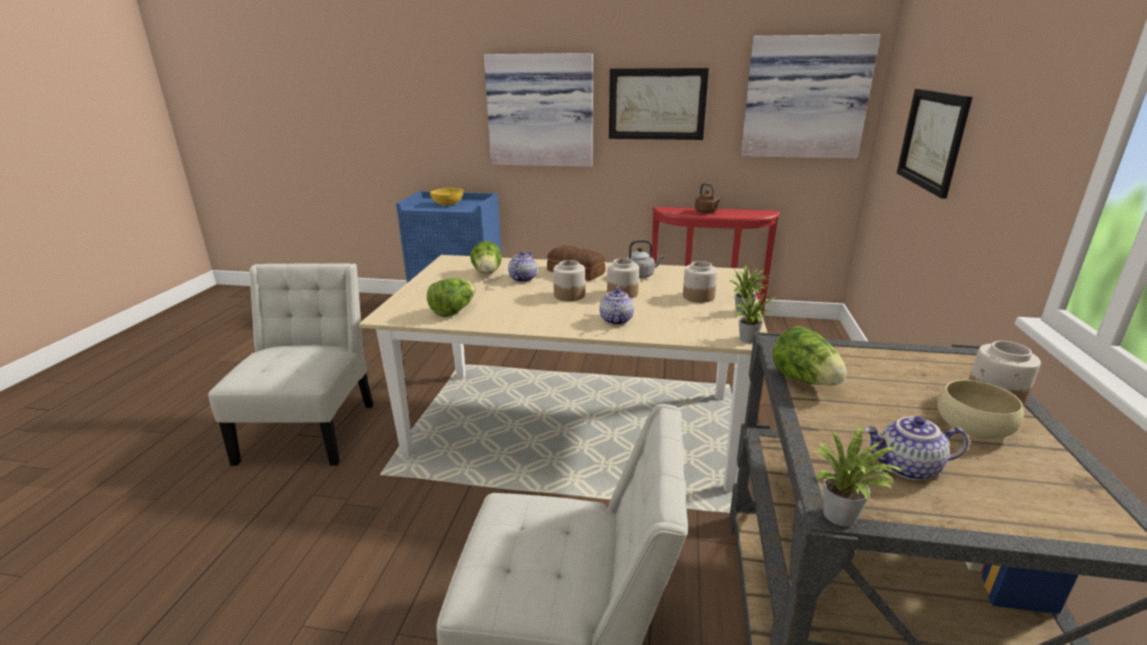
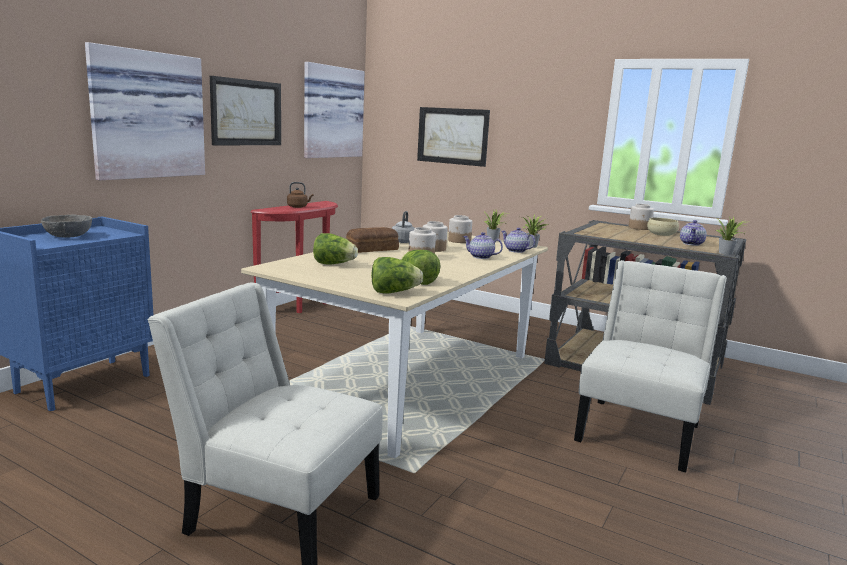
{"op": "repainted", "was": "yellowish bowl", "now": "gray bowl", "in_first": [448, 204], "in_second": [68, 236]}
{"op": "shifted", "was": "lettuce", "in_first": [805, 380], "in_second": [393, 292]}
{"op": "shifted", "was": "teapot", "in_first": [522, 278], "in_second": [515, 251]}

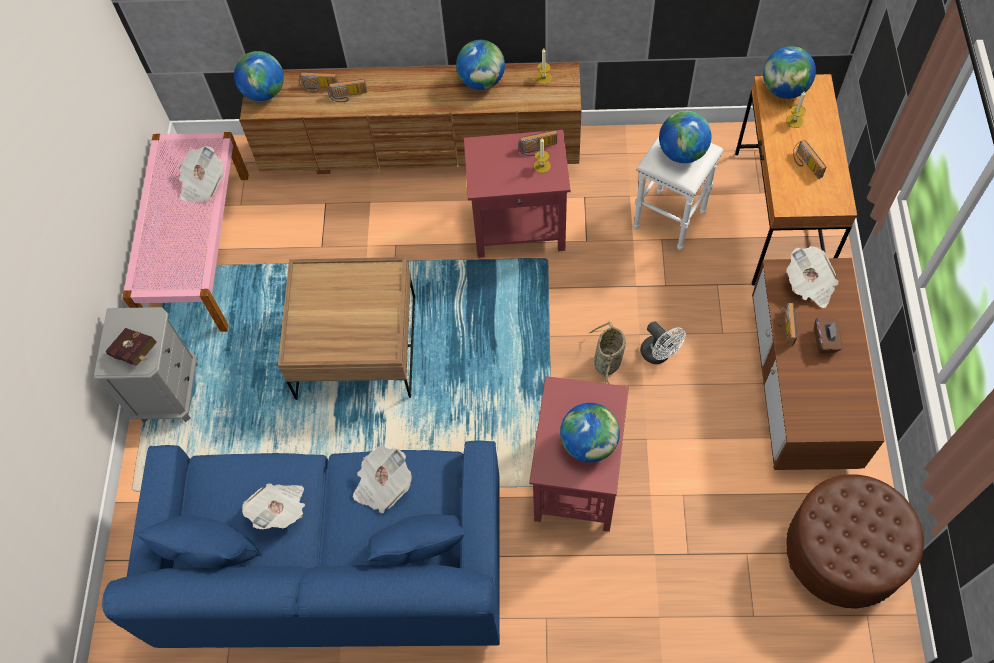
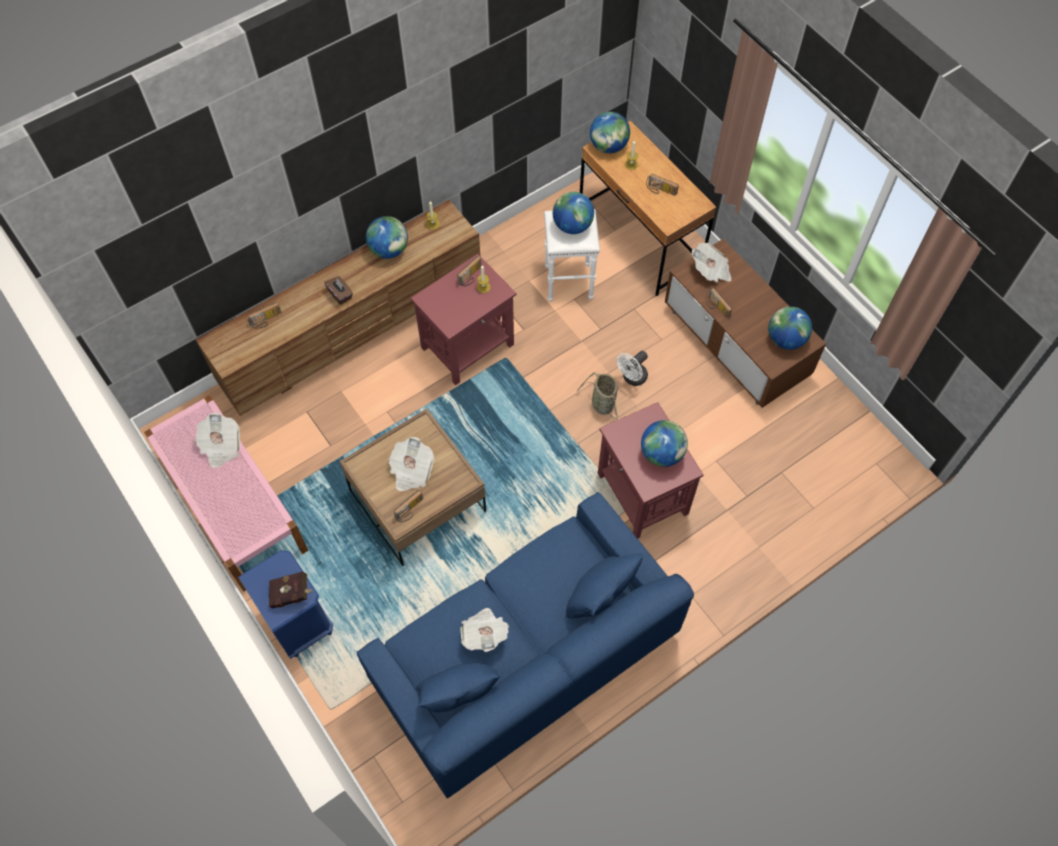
{"op": "repainted", "was": "gray night table", "now": "blue-coloured night table", "in_first": [168, 391], "in_second": [298, 622]}
{"op": "shifted", "was": "brown-coloured tissue holder", "in_first": [825, 341], "in_second": [340, 294]}
{"op": "shifted", "was": "printed paper", "in_first": [382, 485], "in_second": [411, 471]}
{"op": "shifted", "was": "radio set", "in_first": [348, 96], "in_second": [410, 510]}
{"op": "rotated", "was": "whitish fan", "in_first": [659, 354], "in_second": [632, 378], "clockwise": 120}
{"op": "shifted", "was": "globe", "in_first": [264, 92], "in_second": [785, 339]}
{"op": "gone", "was": "brown-coloured pouffe", "in_first": [841, 555]}

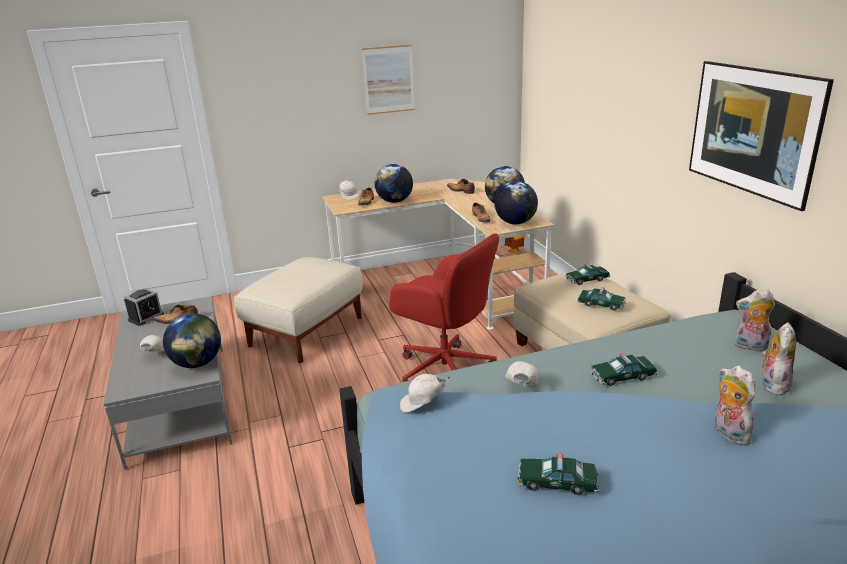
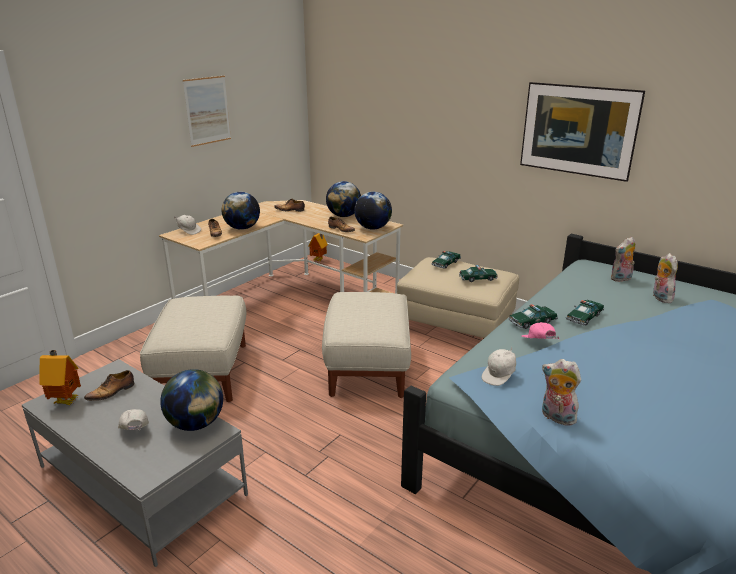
{"op": "swapped", "was": "bedside clock", "now": "miniature house", "in_first": [146, 317], "in_second": [66, 400]}
{"op": "swapped", "was": "reddish office chair", "now": "sand-coloured pouffe", "in_first": [444, 371], "in_second": [367, 367]}
{"op": "shifted", "was": "toy car", "in_first": [557, 482], "in_second": [532, 322]}
{"op": "repainted", "was": "whitish baseball cap", "now": "pink baseball cap", "in_first": [521, 387], "in_second": [538, 343]}
{"op": "shifted", "was": "soft toy", "in_first": [728, 433], "in_second": [556, 417]}

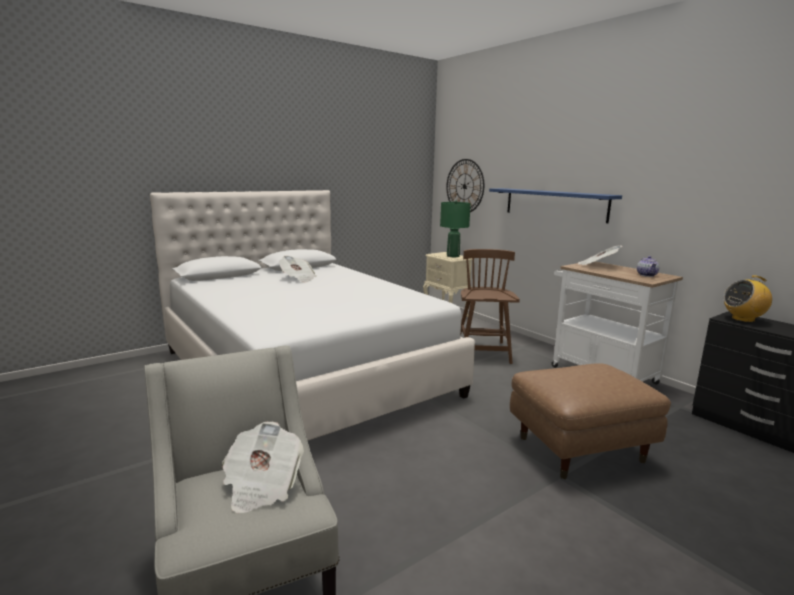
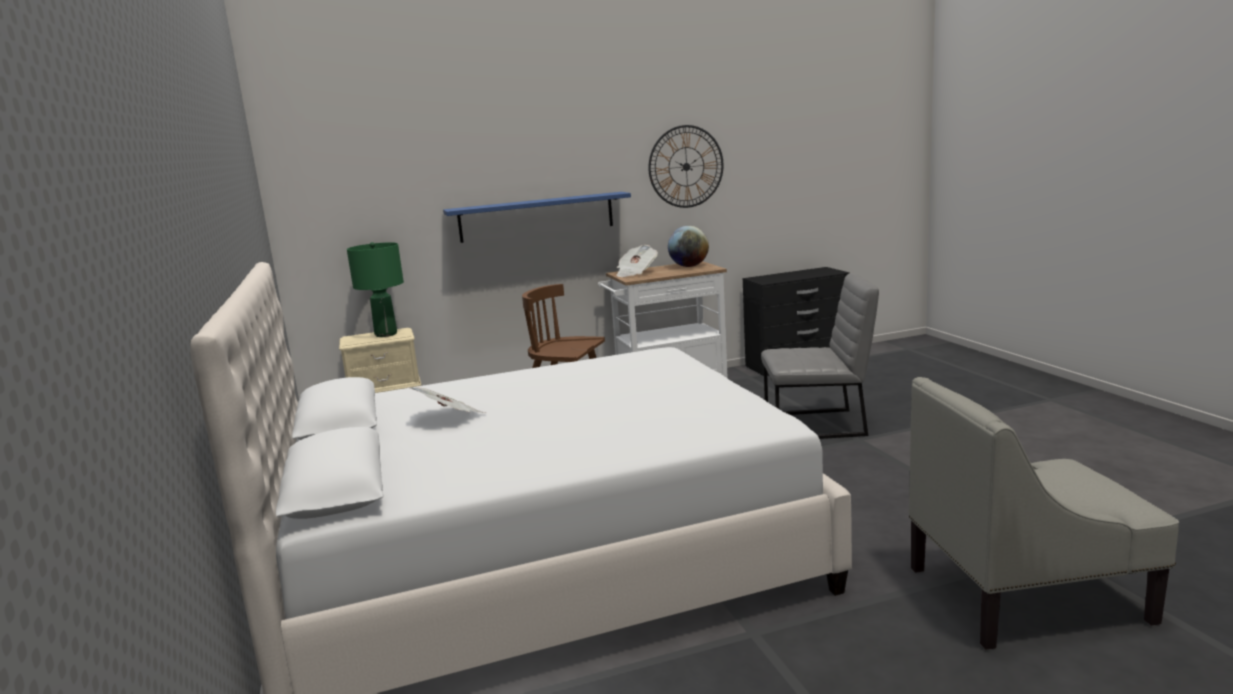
{"op": "shifted", "was": "clock on the wall", "in_first": [464, 186], "in_second": [686, 166]}
{"op": "swapped", "was": "teapot", "now": "globe", "in_first": [646, 275], "in_second": [689, 266]}
{"op": "swapped", "was": "brown-coloured pouffe", "now": "gray chair", "in_first": [578, 450], "in_second": [818, 425]}
{"op": "gone", "was": "printed paper", "in_first": [262, 485]}
{"op": "gone", "was": "radio set", "in_first": [743, 319]}

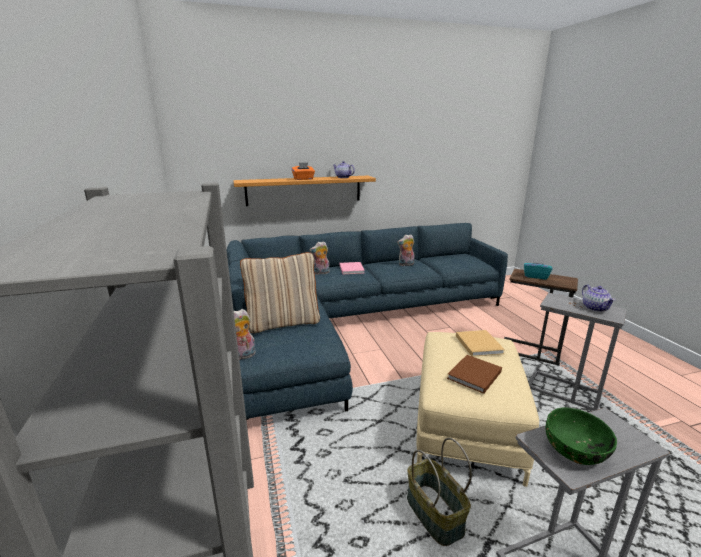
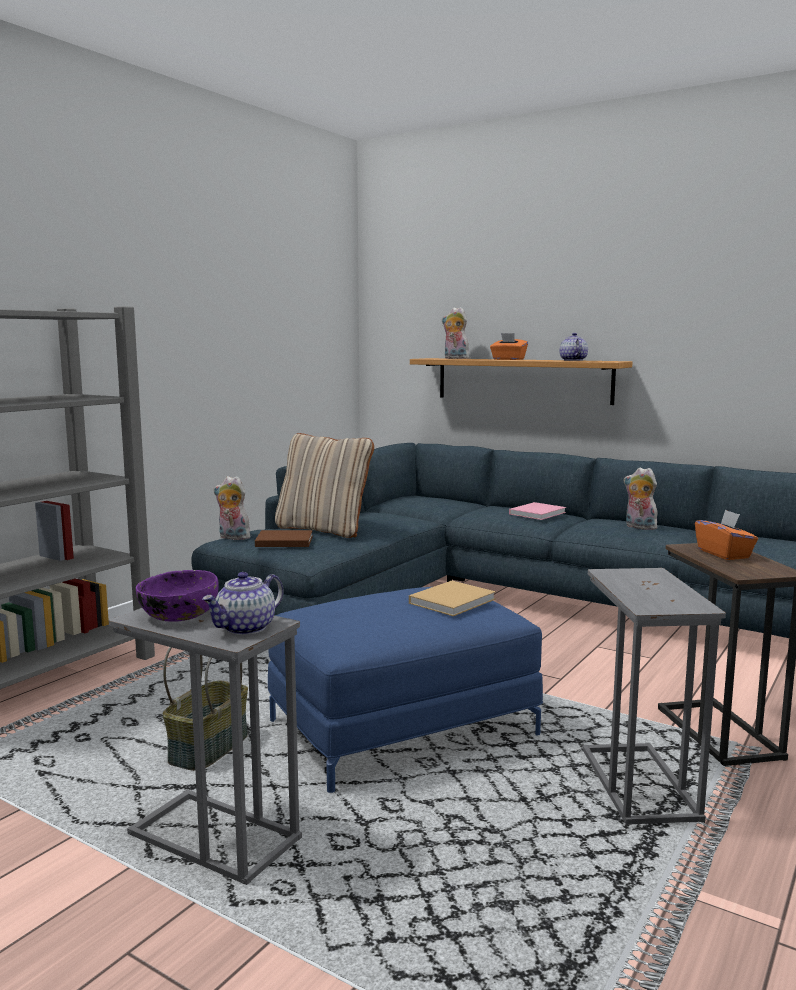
{"op": "repainted", "was": "greenish bowl", "now": "purple bowl", "in_first": [575, 450], "in_second": [178, 615]}
{"op": "shifted", "was": "teapot", "in_first": [595, 308], "in_second": [245, 628]}
{"op": "shifted", "was": "brown-coloured book", "in_first": [473, 376], "in_second": [282, 541]}
{"op": "repainted", "was": "sand-coloured pouffe", "now": "blue-coloured pouffe", "in_first": [465, 424], "in_second": [402, 727]}
{"op": "shifted", "was": "soft toy", "in_first": [321, 273], "in_second": [454, 358]}
{"op": "repainted", "was": "turquoise tissue holder", "now": "orangey tissue holder", "in_first": [535, 276], "in_second": [724, 554]}

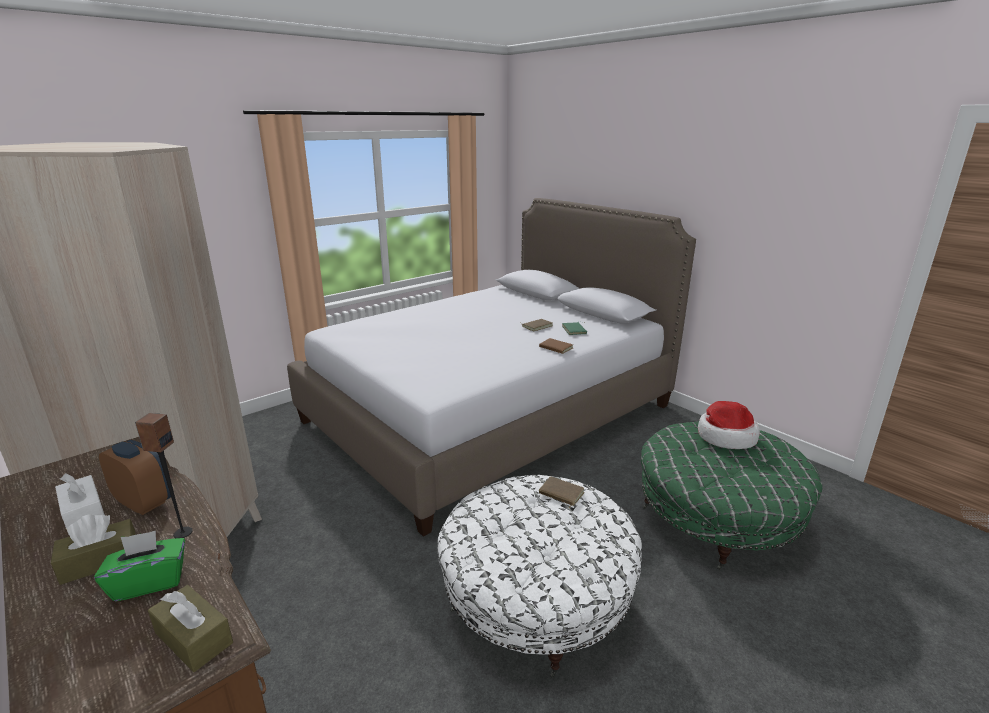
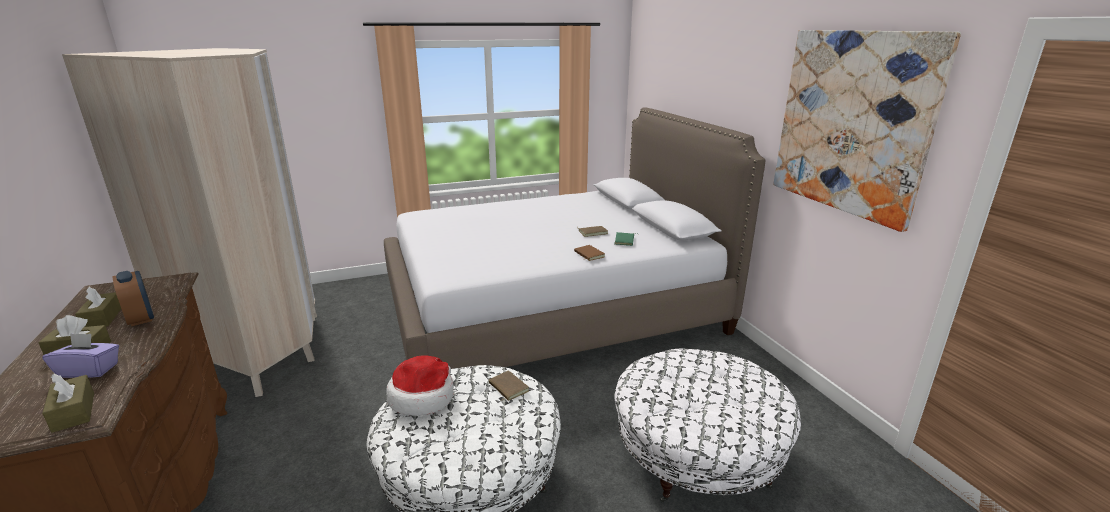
{"op": "repainted", "was": "greenish tissue holder", "now": "purple tissue holder", "in_first": [150, 581], "in_second": [90, 370]}
{"op": "repainted", "was": "whitish tissue holder", "now": "brown-coloured tissue holder", "in_first": [84, 514], "in_second": [102, 318]}
{"op": "shifted", "was": "hat", "in_first": [725, 436], "in_second": [423, 397]}
{"op": "repainted", "was": "greenish pouffe", "now": "whitish pouffe", "in_first": [716, 520], "in_second": [697, 455]}
{"op": "new", "now": "picture", "in_second": [851, 123]}
{"op": "gone", "was": "loudspeaker", "in_first": [182, 532]}

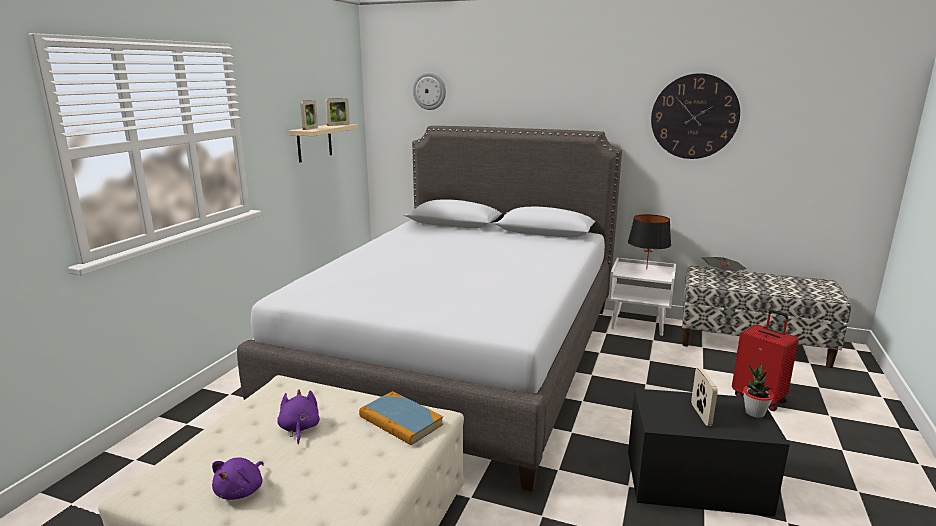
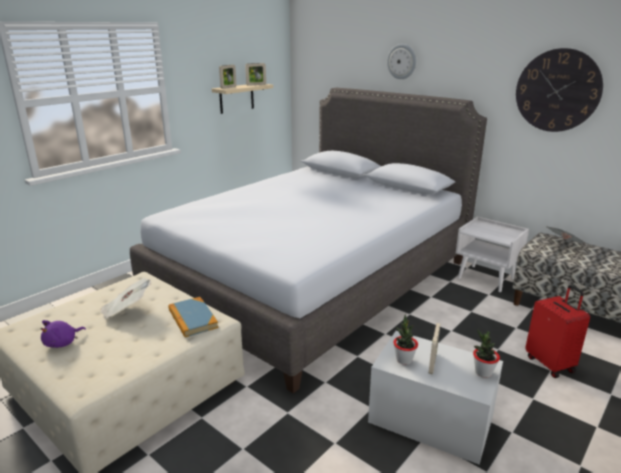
{"op": "swapped", "was": "purple soft toy", "now": "printed paper", "in_first": [299, 428], "in_second": [126, 310]}
{"op": "repainted", "was": "blackish storage container", "now": "whitish storage container", "in_first": [695, 482], "in_second": [430, 419]}
{"op": "shifted", "was": "clock on the wall", "in_first": [429, 91], "in_second": [401, 61]}
{"op": "new", "now": "potted plant", "in_second": [404, 360]}
{"op": "gone", "was": "blackish lamp for a table", "in_first": [646, 269]}

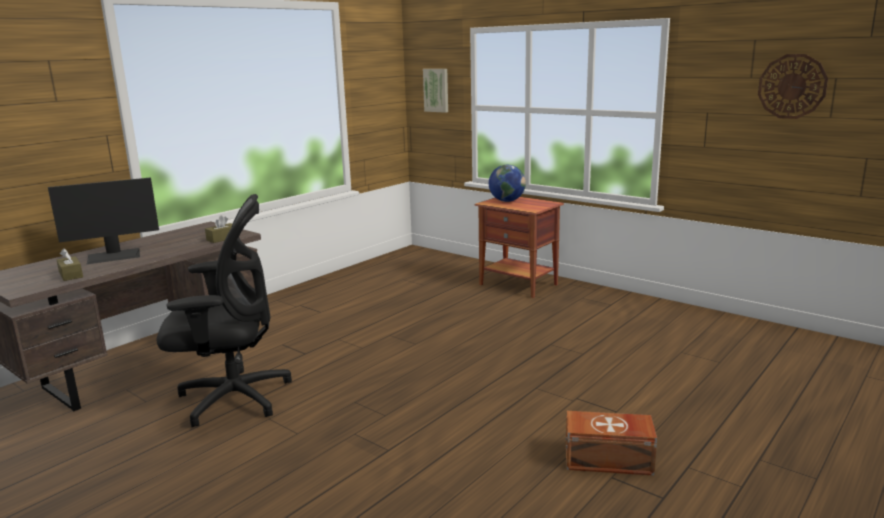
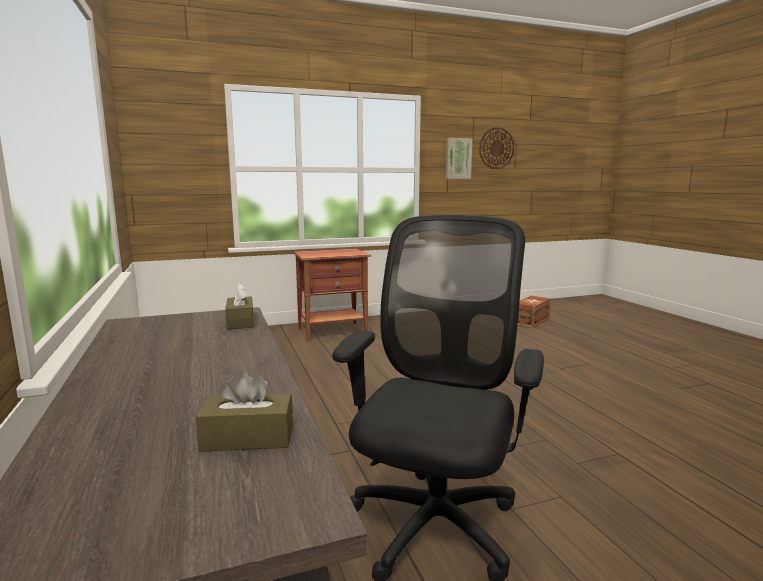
{"op": "shifted", "was": "picture", "in_first": [436, 90], "in_second": [458, 158]}
{"op": "shifted", "was": "brown-coloured storage container", "in_first": [609, 461], "in_second": [532, 321]}
{"op": "gone", "was": "computer screen", "in_first": [114, 256]}
{"op": "gone", "was": "globe", "in_first": [507, 201]}

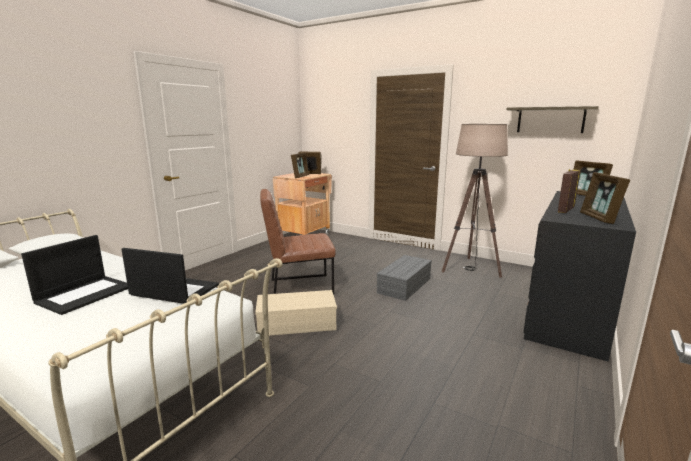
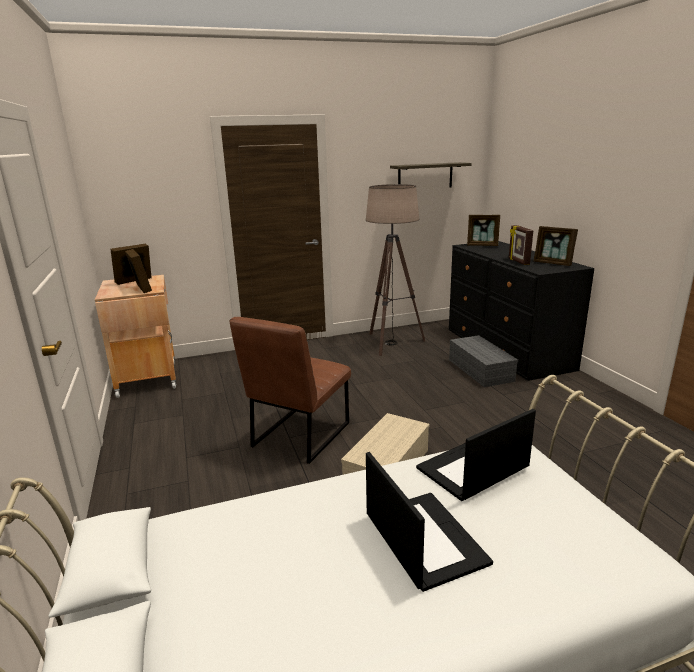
{"op": "shifted", "was": "gray storage container", "in_first": [404, 285], "in_second": [479, 370]}

